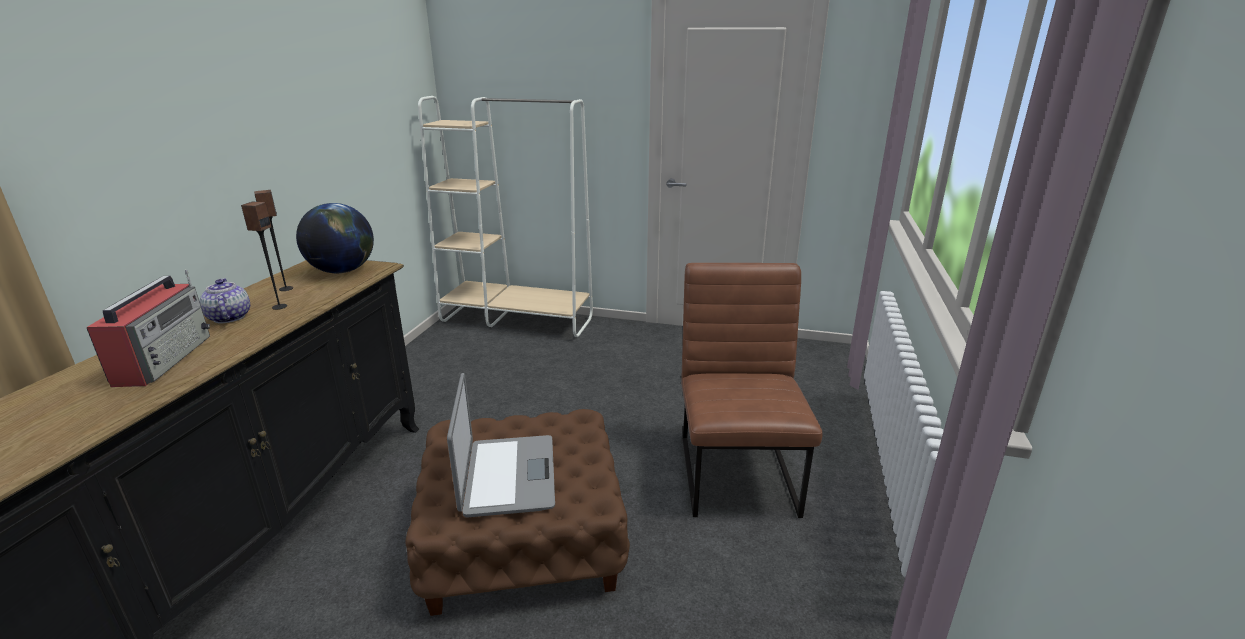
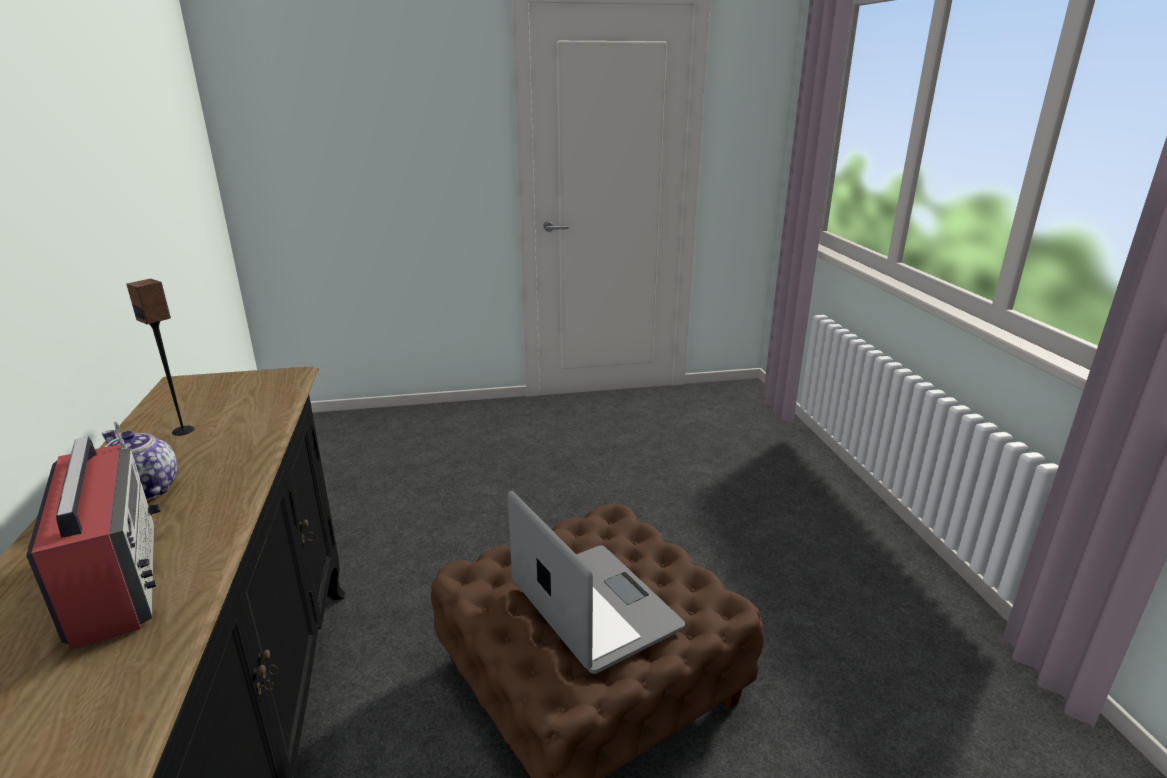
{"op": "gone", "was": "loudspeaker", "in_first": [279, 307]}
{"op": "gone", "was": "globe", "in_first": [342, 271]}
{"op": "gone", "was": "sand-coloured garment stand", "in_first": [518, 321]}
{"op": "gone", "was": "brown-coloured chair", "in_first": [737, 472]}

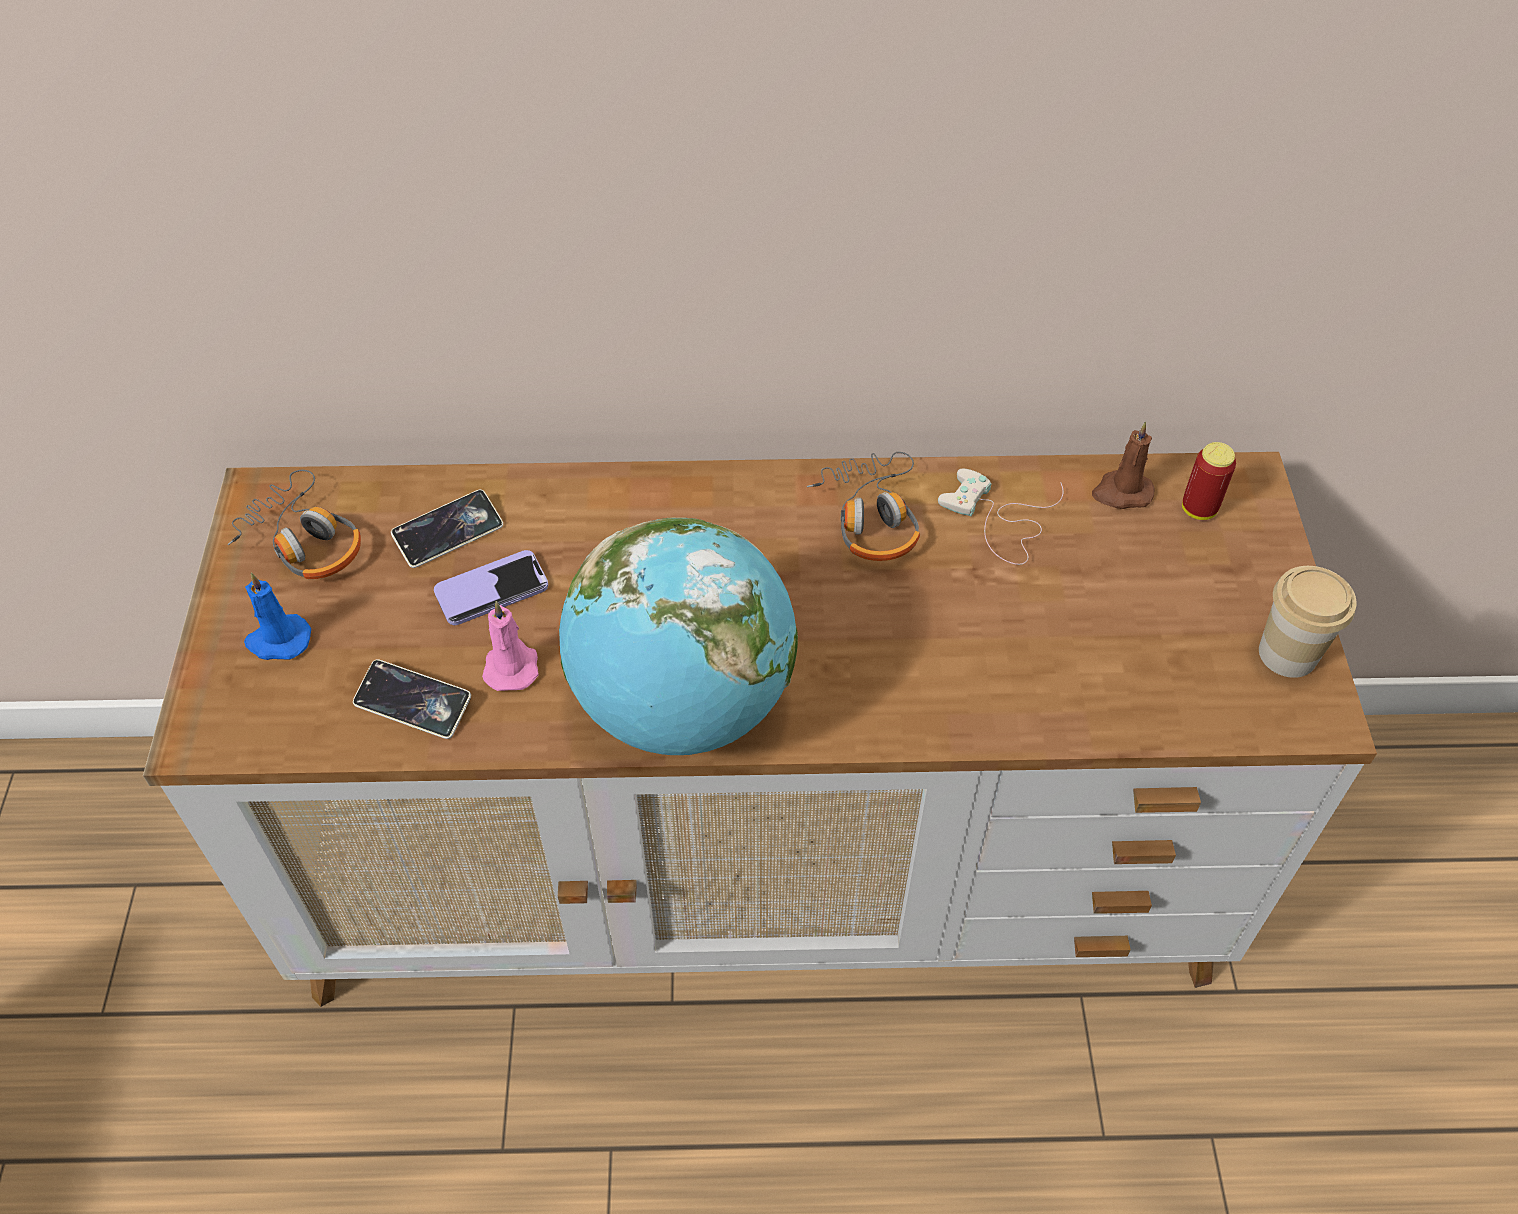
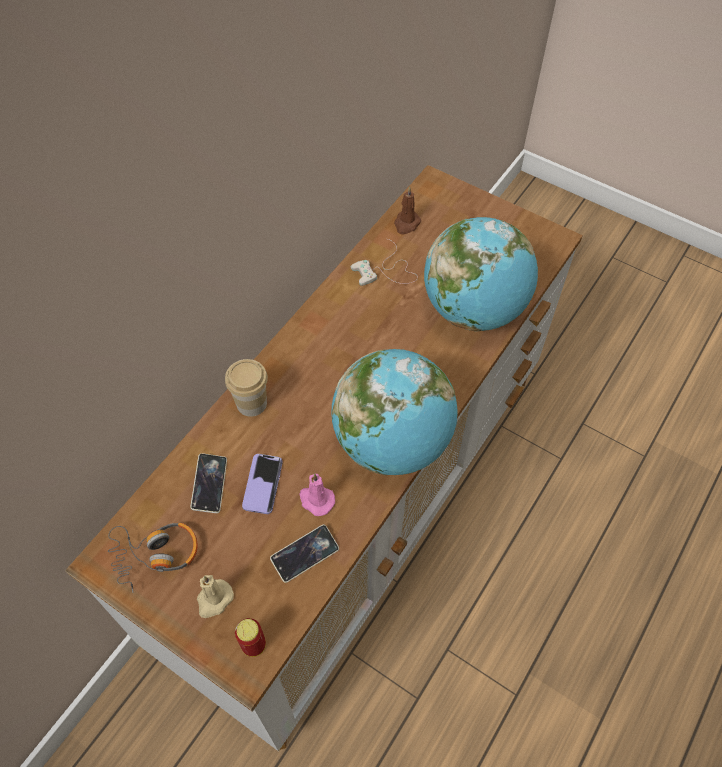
{"op": "repainted", "was": "blue-coloured wax light", "now": "sand-coloured wax light", "in_first": [278, 640], "in_second": [214, 600]}
{"op": "shifted", "was": "cup", "in_first": [1287, 654], "in_second": [251, 403]}
{"op": "shifted", "was": "sealed can", "in_first": [1198, 509], "in_second": [253, 644]}
{"op": "new", "now": "globe", "in_second": [474, 310]}
{"op": "gone", "was": "pair of headphones", "in_first": [872, 517]}

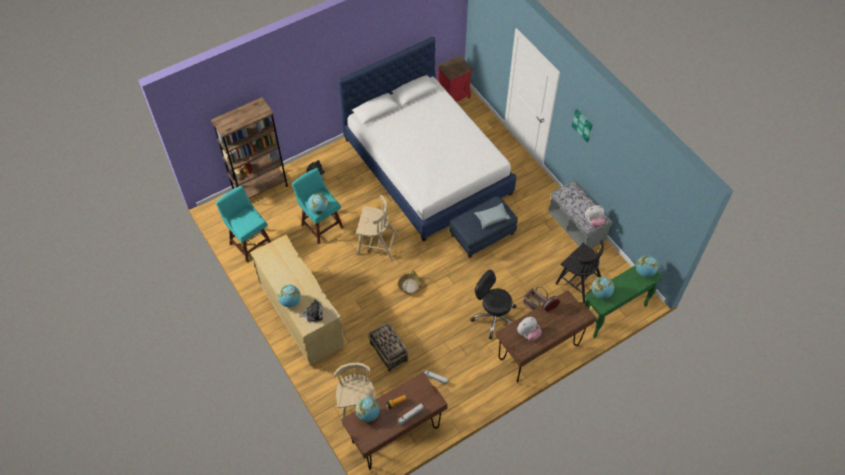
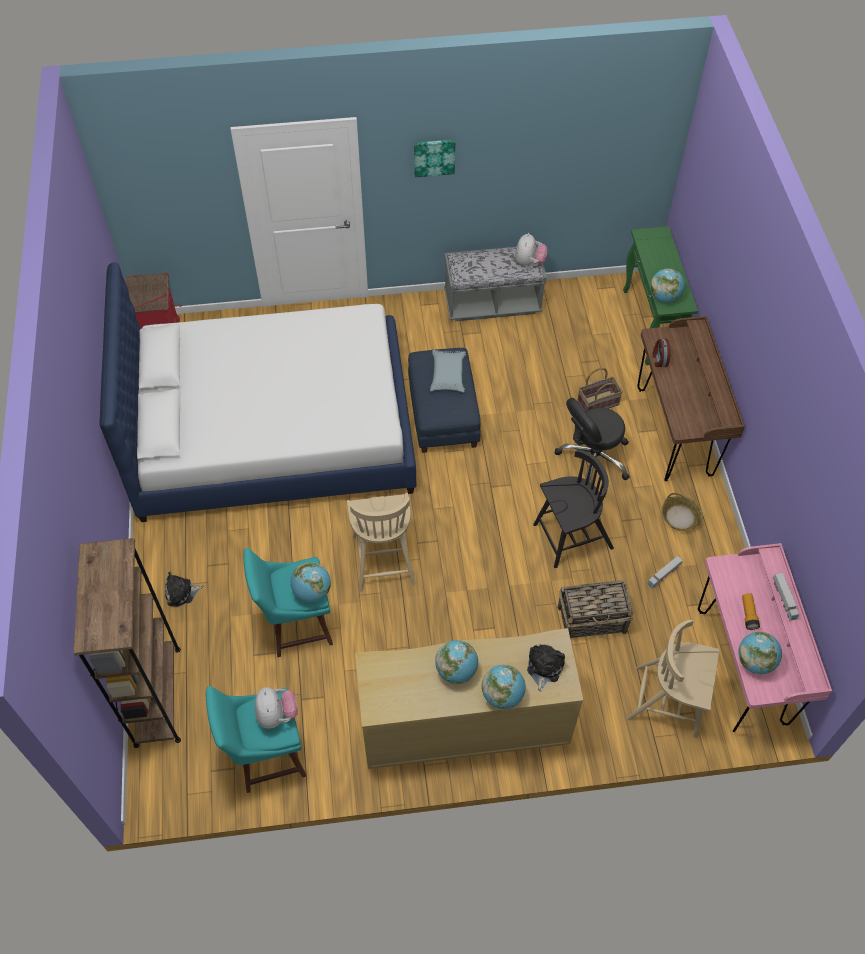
{"op": "shifted", "was": "soft toy", "in_first": [528, 334], "in_second": [277, 714]}
{"op": "rotated", "was": "sand-coloured chair", "in_first": [377, 244], "in_second": [383, 558], "clockwise": 135}
{"op": "shifted", "was": "globe", "in_first": [644, 272], "in_second": [456, 670]}
{"op": "shifted", "was": "blackish chair", "in_first": [578, 284], "in_second": [571, 537]}
{"op": "shifted", "was": "storage basket", "in_first": [410, 286], "in_second": [680, 517]}
{"op": "repainted", "was": "brown-coloured desk", "now": "pink desk", "in_first": [396, 436], "in_second": [741, 666]}

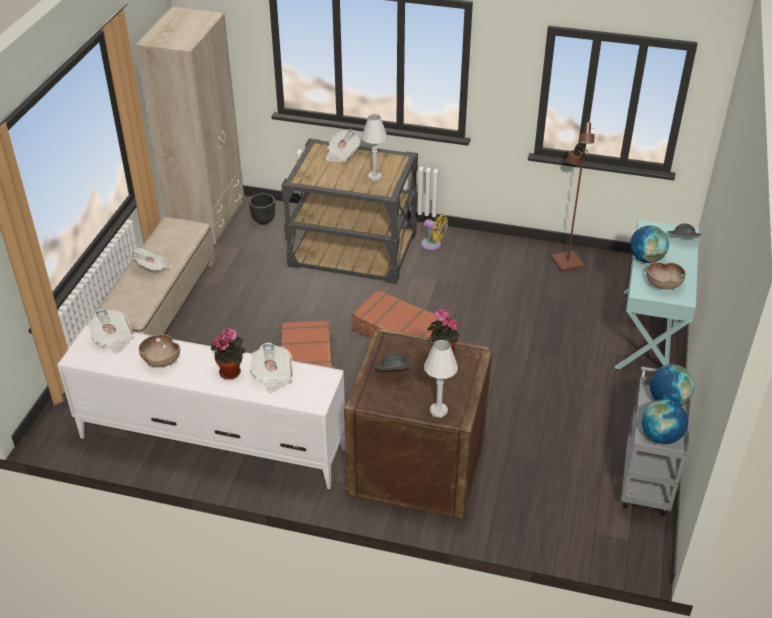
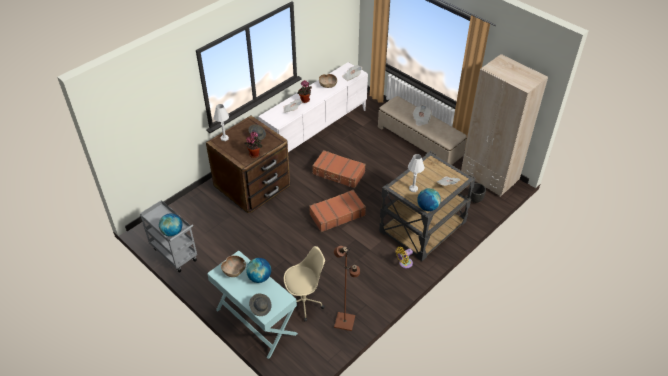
{"op": "new", "now": "sand-coloured office chair", "in_second": [305, 303]}
{"op": "shifted", "was": "globe", "in_first": [660, 437], "in_second": [427, 207]}

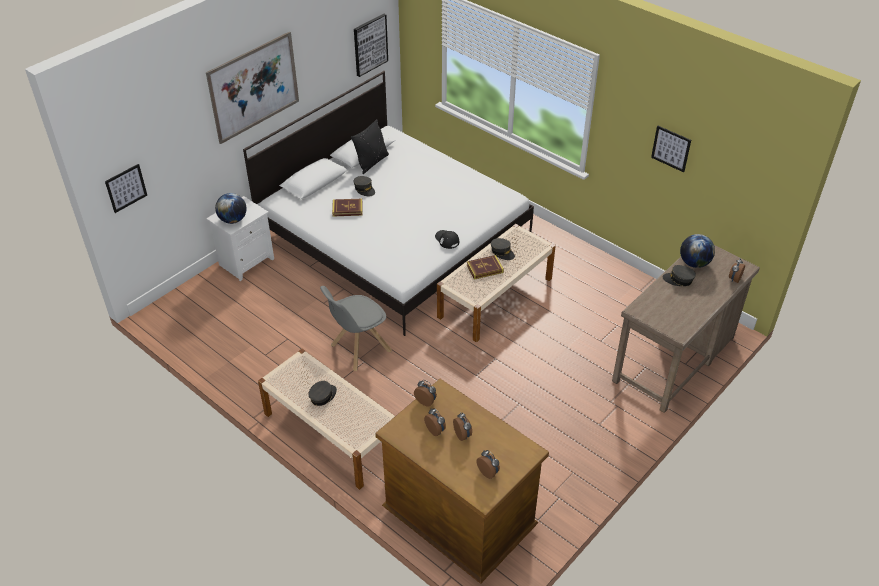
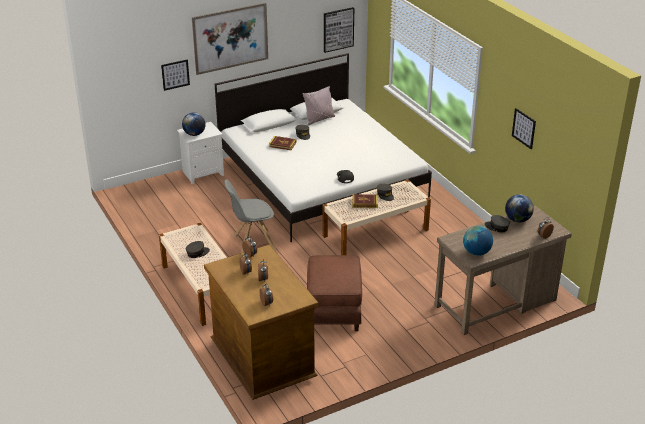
{"op": "shifted", "was": "picture", "in_first": [126, 188], "in_second": [175, 74]}
{"op": "repainted", "was": "blackish pillow", "now": "purple pillow", "in_first": [372, 163], "in_second": [319, 119]}
{"op": "new", "now": "brown-coloured pouffe", "in_second": [334, 310]}
{"op": "new", "now": "globe", "in_second": [476, 252]}

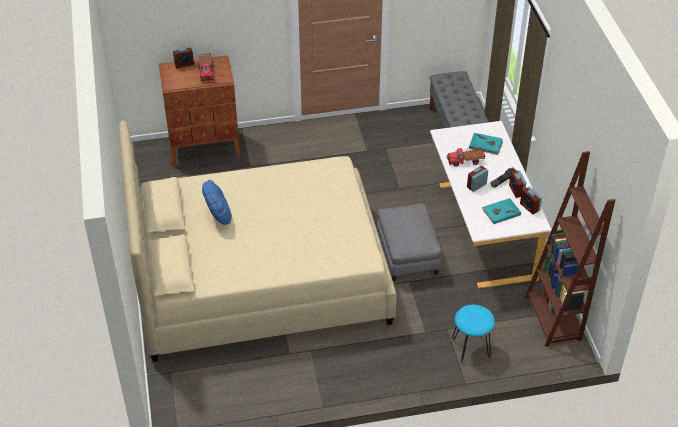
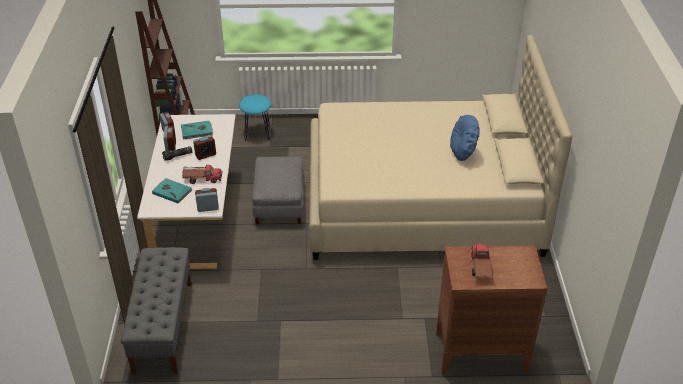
{"op": "shifted", "was": "bedside clock", "in_first": [184, 64], "in_second": [208, 208]}

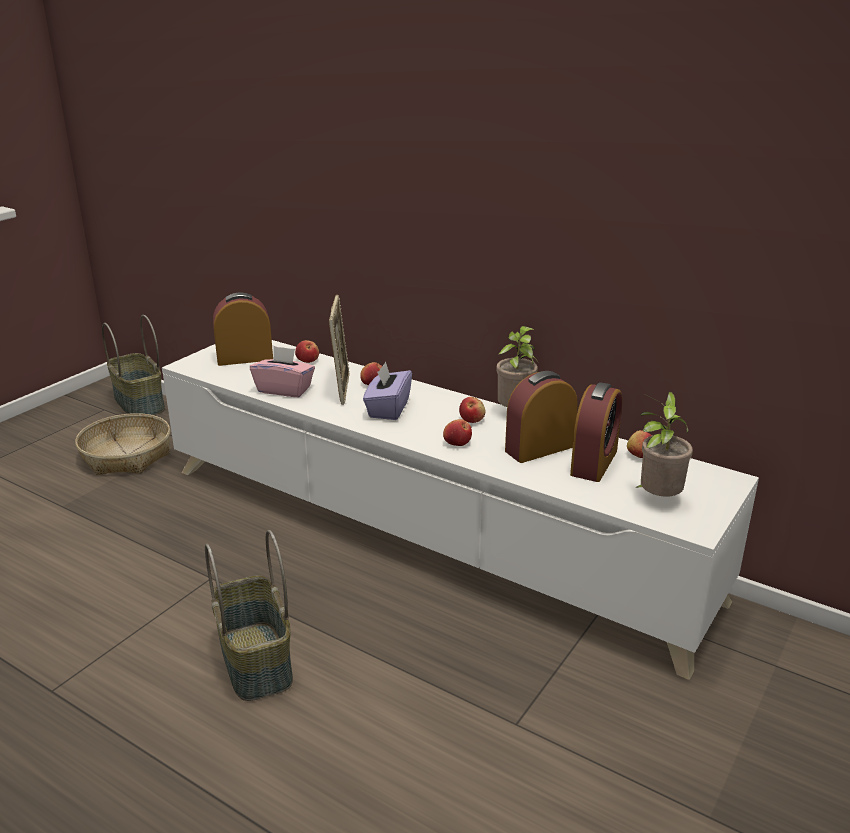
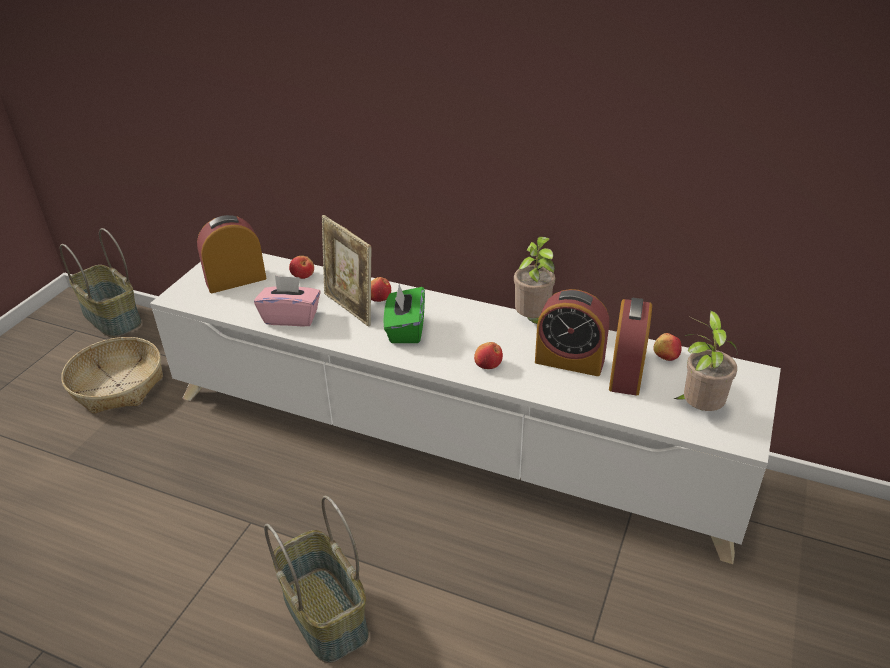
{"op": "rotated", "was": "picture frame", "in_first": [342, 388], "in_second": [350, 308], "clockwise": 150}
{"op": "repainted", "was": "purple tissue holder", "now": "greenish tissue holder", "in_first": [388, 409], "in_second": [405, 329]}
{"op": "rotated", "was": "bedside clock", "in_first": [539, 448], "in_second": [569, 361], "clockwise": -120}
{"op": "gone", "was": "apple fruit", "in_first": [472, 419]}

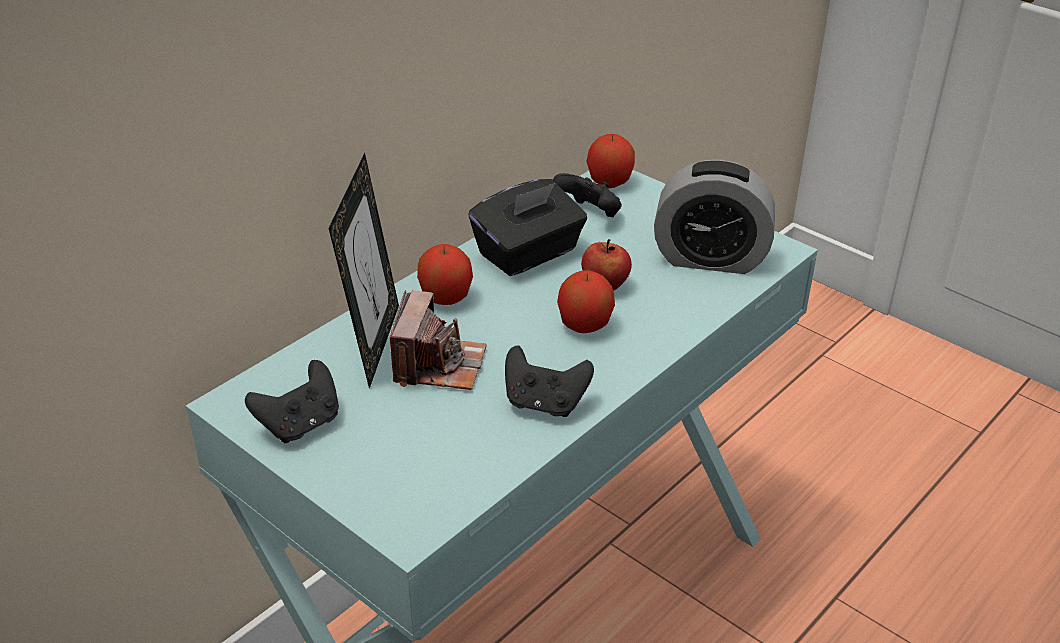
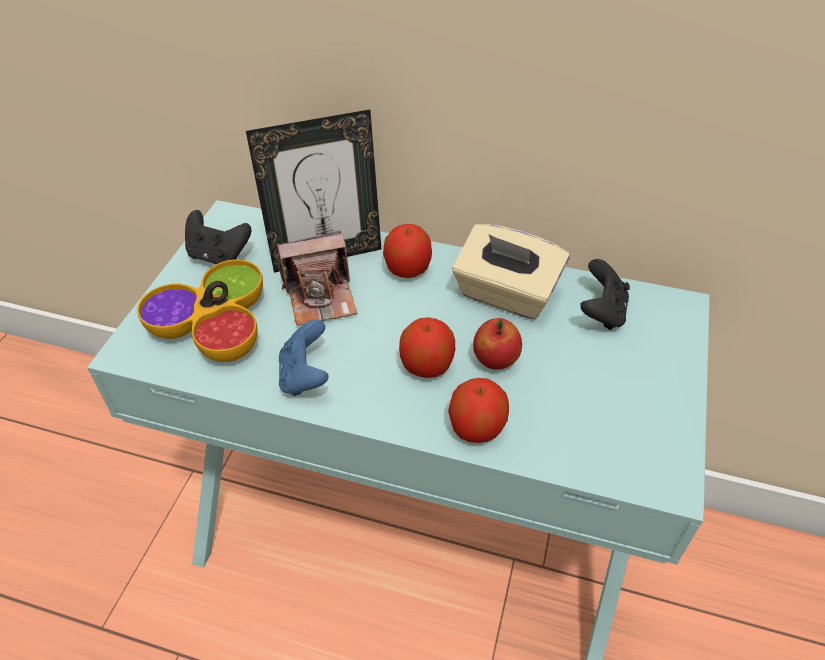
{"op": "new", "now": "bowl", "in_second": [214, 325]}
{"op": "repainted", "was": "blackish game controller", "now": "blue-coloured game controller", "in_first": [544, 403], "in_second": [305, 376]}
{"op": "shifted", "was": "apple fruit", "in_first": [609, 182], "in_second": [476, 428]}
{"op": "repainted", "was": "blackish tissue holder", "now": "sand-coloured tissue holder", "in_first": [528, 253], "in_second": [505, 295]}
{"op": "gone", "was": "bedside clock", "in_first": [710, 258]}

